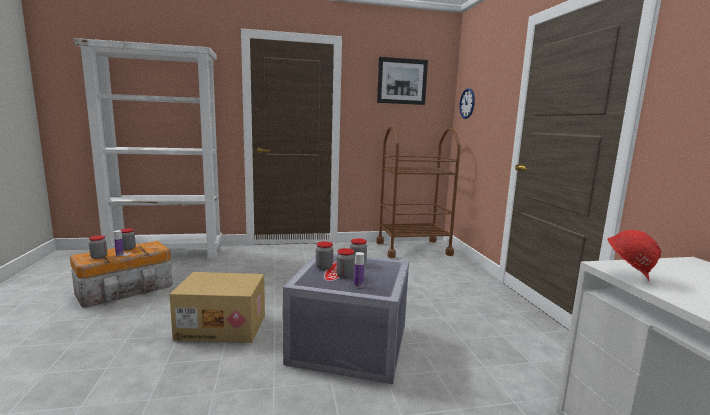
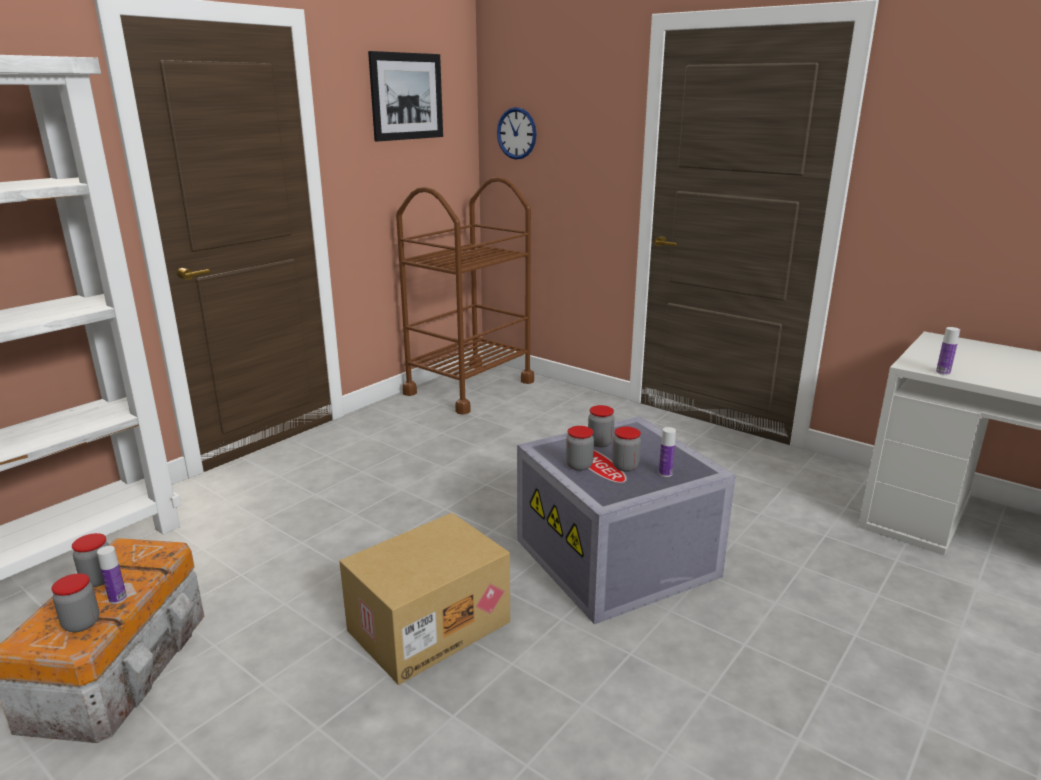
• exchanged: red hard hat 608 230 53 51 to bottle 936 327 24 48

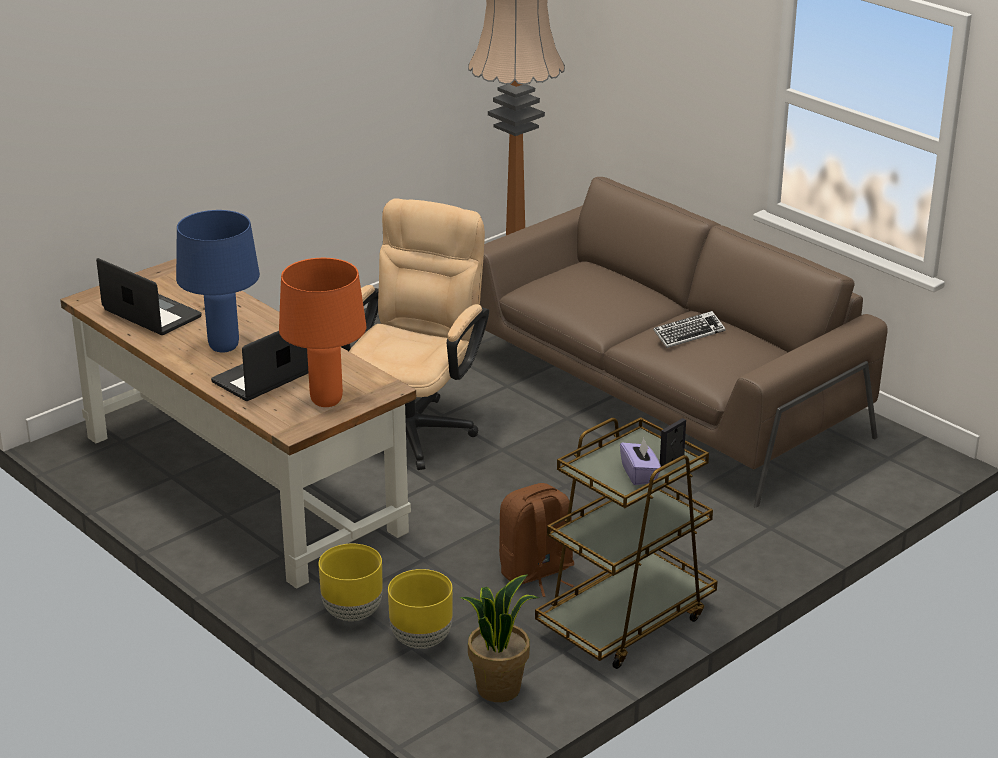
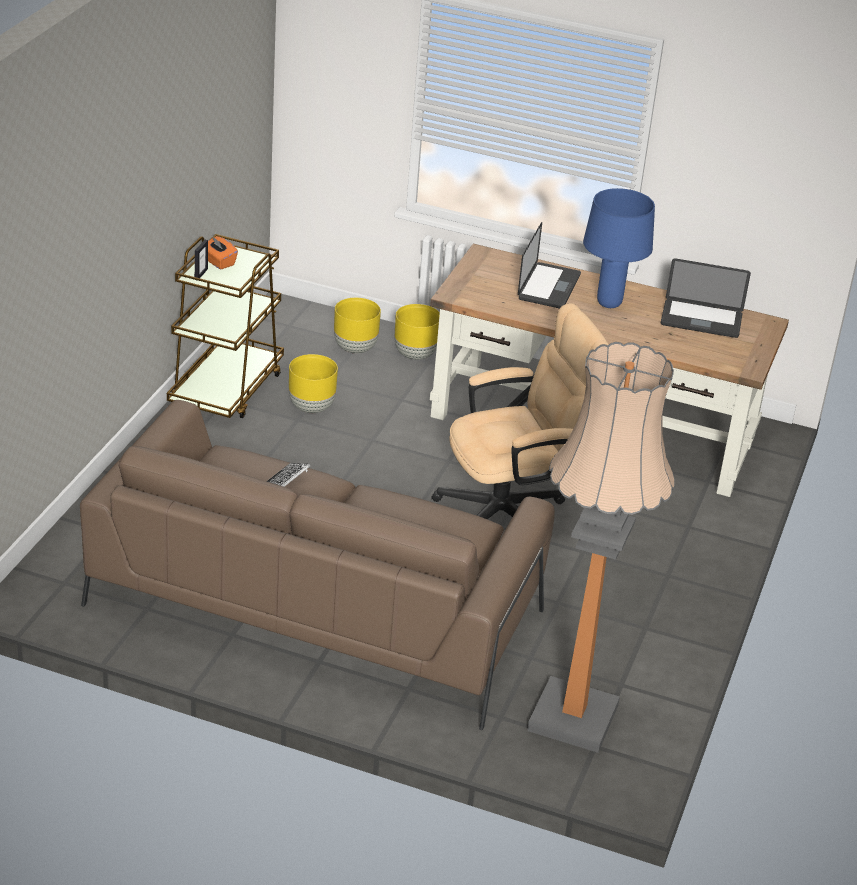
• missing: orange table lamp 279 258 88 149
• missing: potted plant 460 575 79 127
• exchanged: brown backpack 499 483 75 114 to yellow planter 289 354 49 59
• colour: purple tissue box 620 438 41 47 to orange tissue box 208 236 30 34
• spun: beige office chair 341 198 148 272 = 431 303 178 216 105 degrees counterclockwise

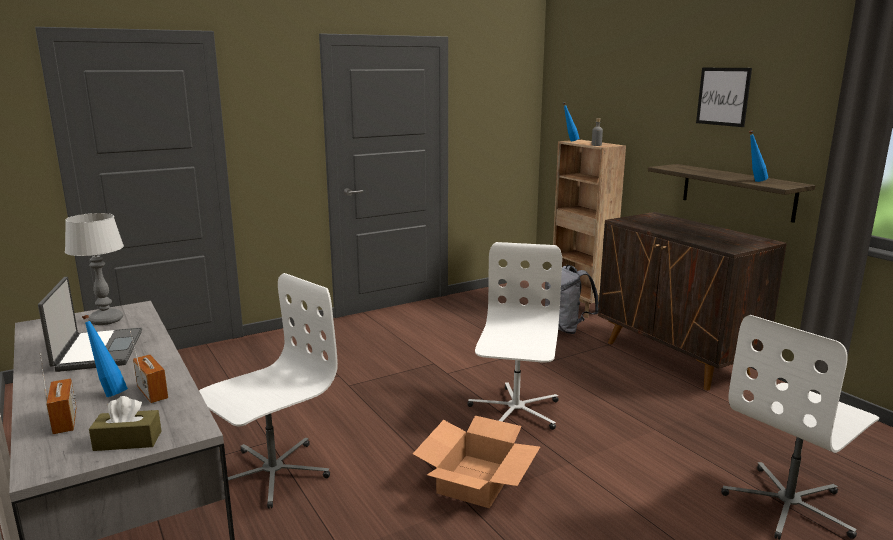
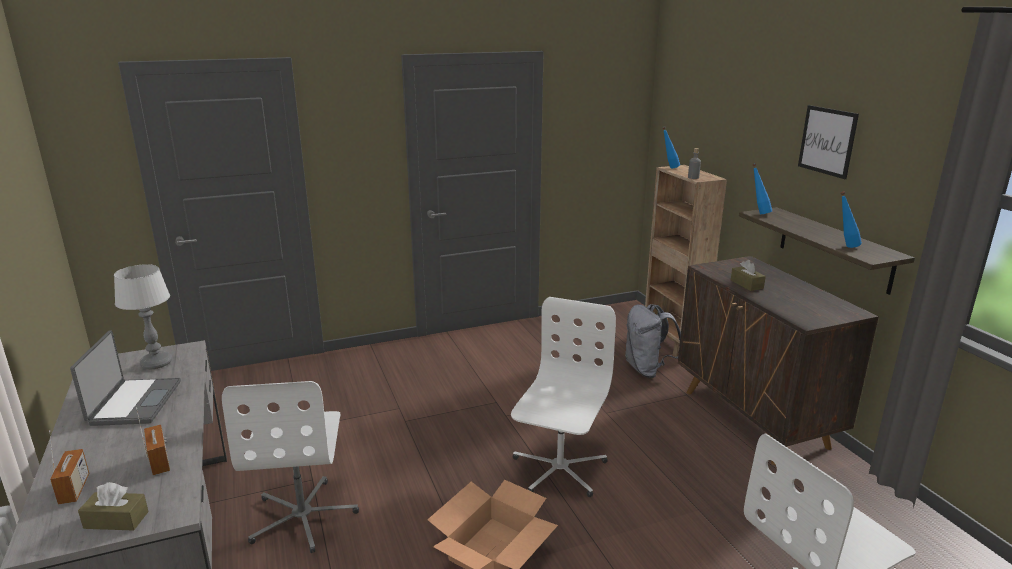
• appeared: brown tissue box 731 260 35 31
• relocated: blue bottle 82 315 46 82 to 753 164 19 50
• spun: white office chair 199 273 139 236 = 222 381 137 172 120 degrees clockwise

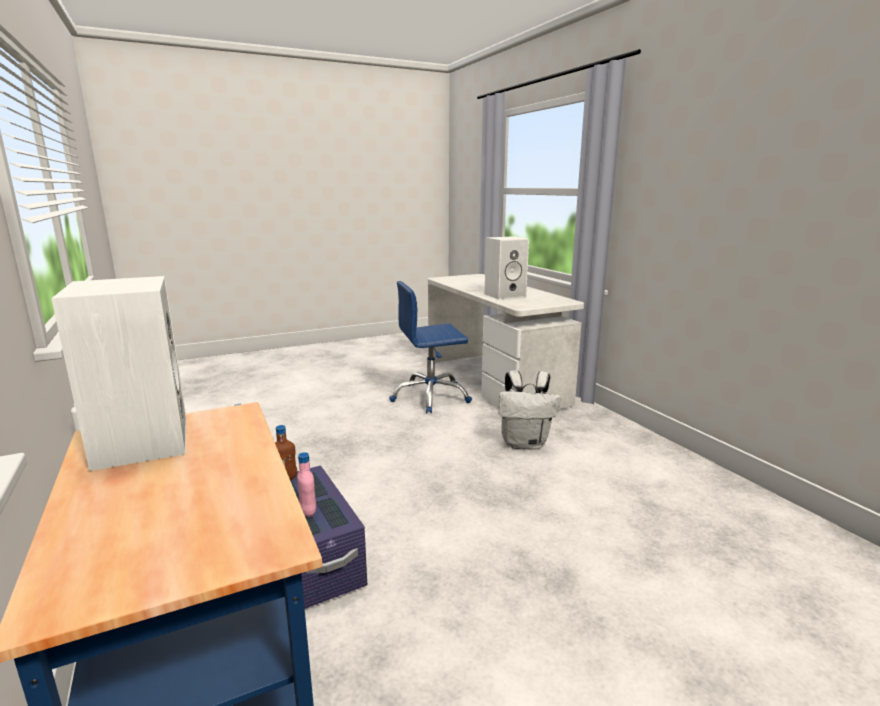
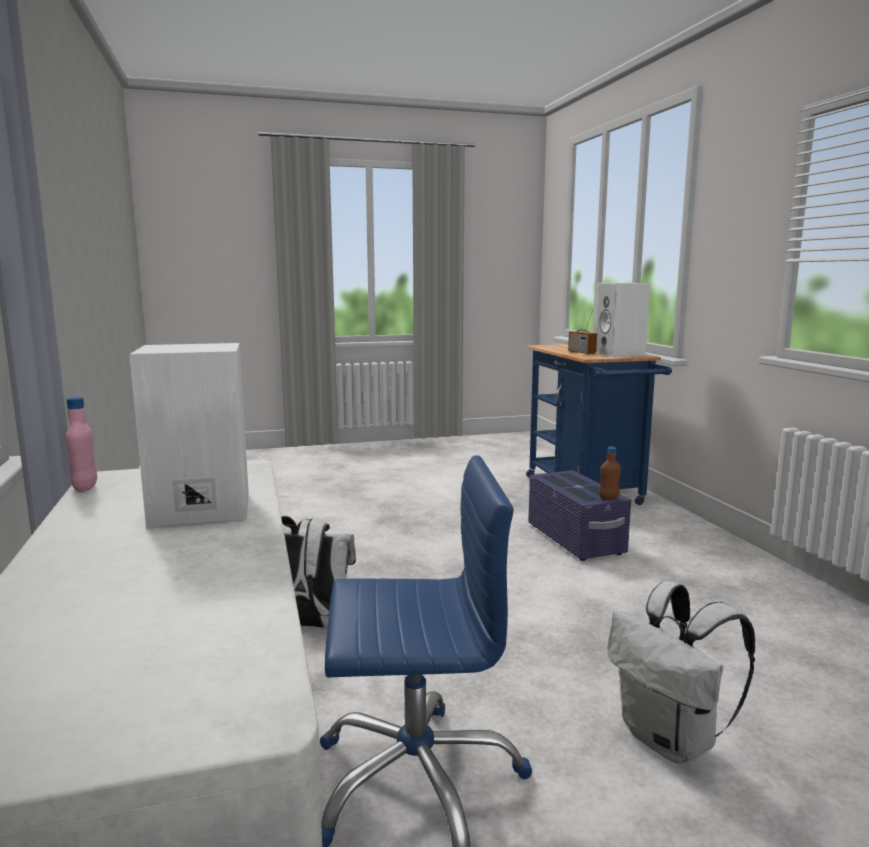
• appeared: radio 568 310 29 44
• appeared: white backpack 608 581 147 183
• relocated: pink bottle 297 452 19 65 to 66 397 31 95

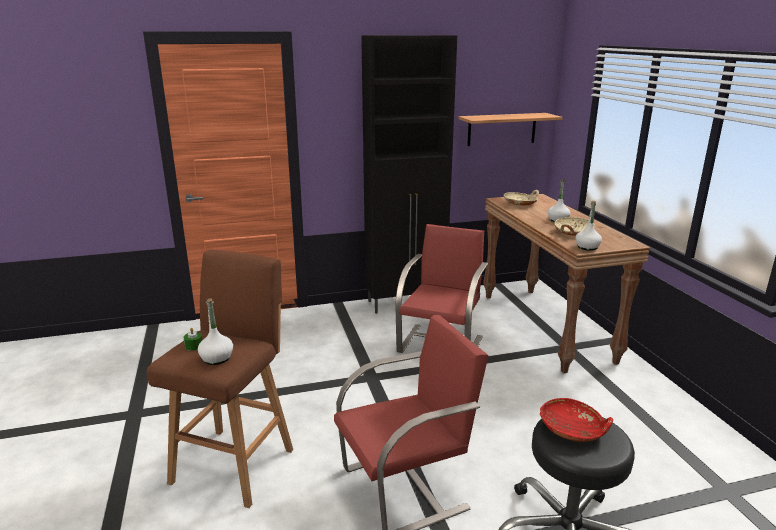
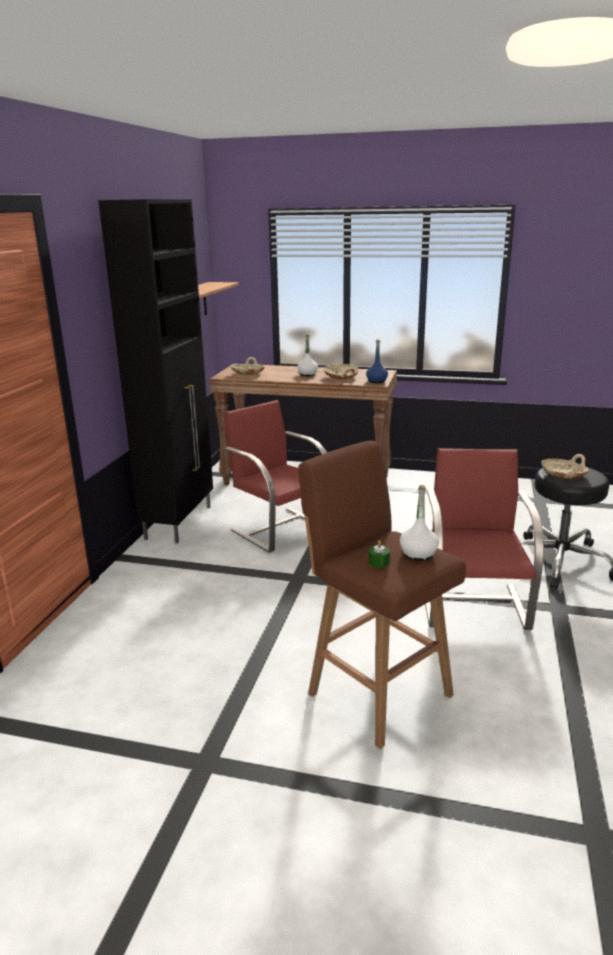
• colour: red bowl 540 398 73 44 to beige bowl 541 454 48 25
• colour: white bottle 575 201 27 50 to blue bottle 366 339 22 44

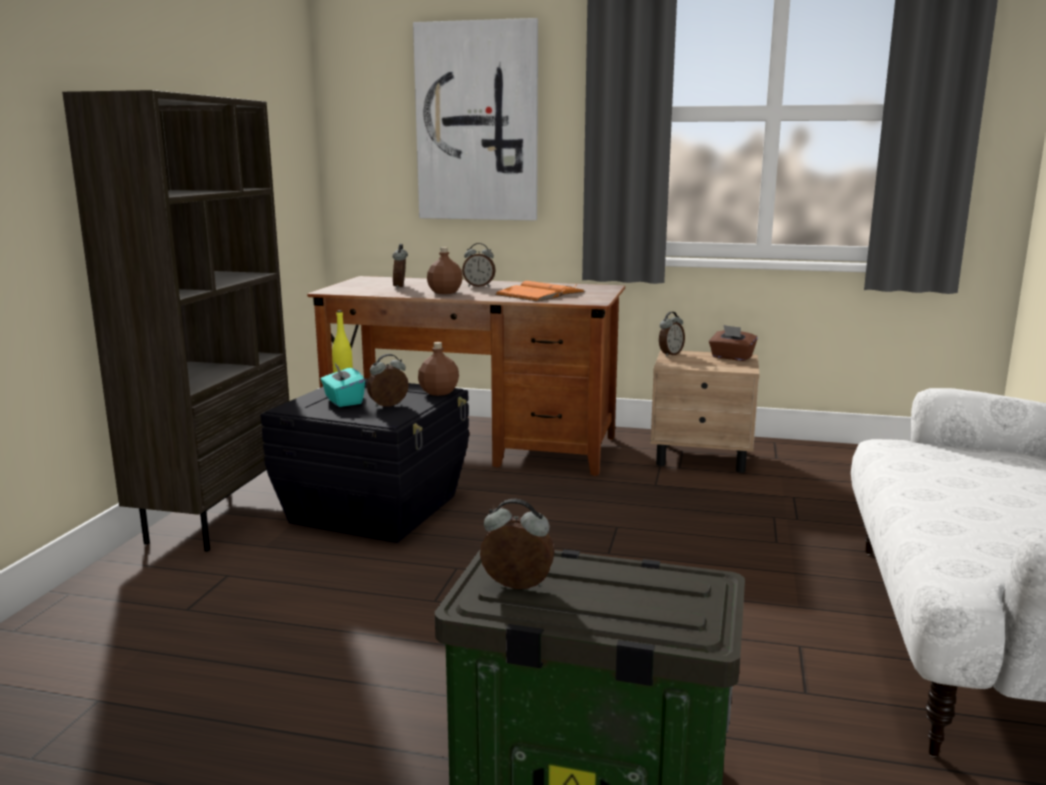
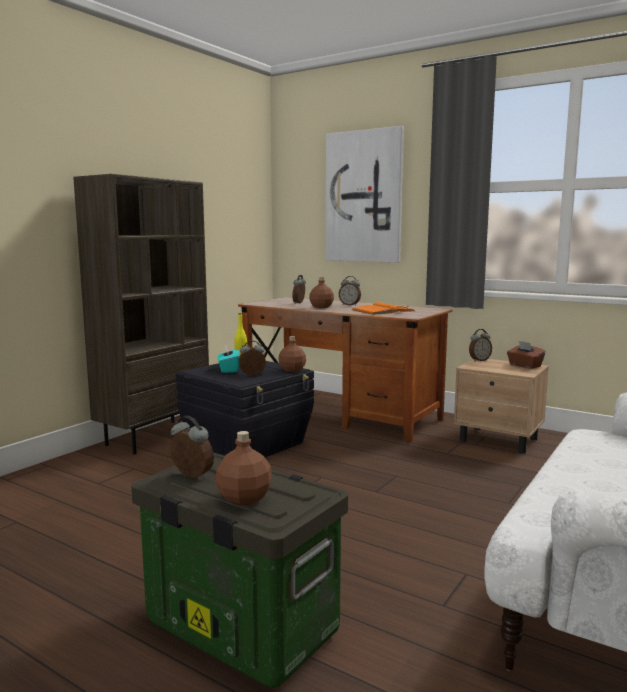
• appeared: brown bottle 215 431 57 75

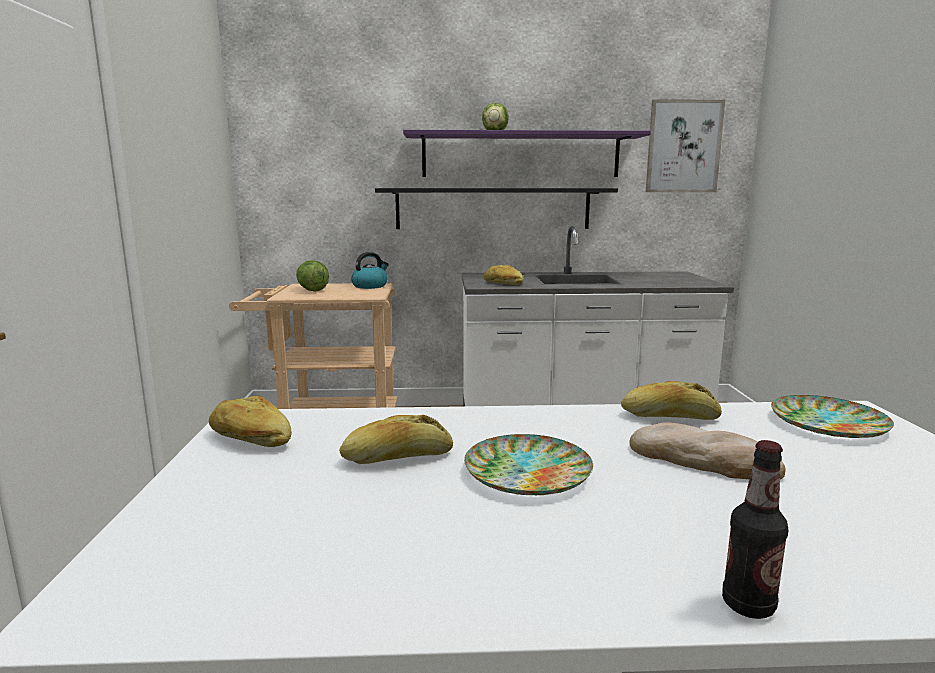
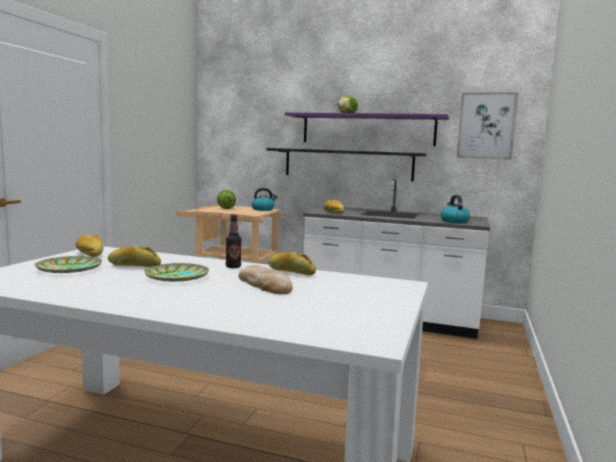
• appeared: kettle 441 195 29 28
• relocated: bottle 722 440 66 179 to 226 214 15 54
• relocated: plate 771 395 123 43 to 35 256 67 17

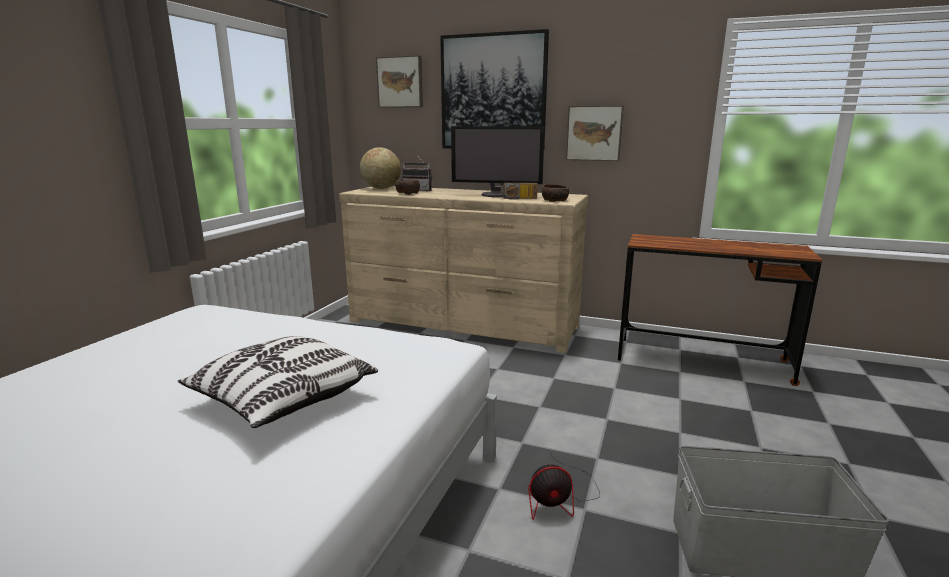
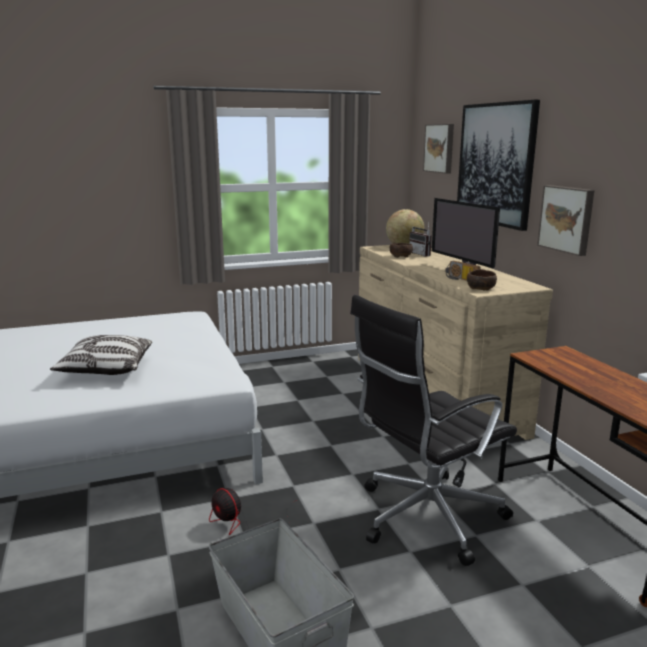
• appeared: black office chair 350 295 167 271

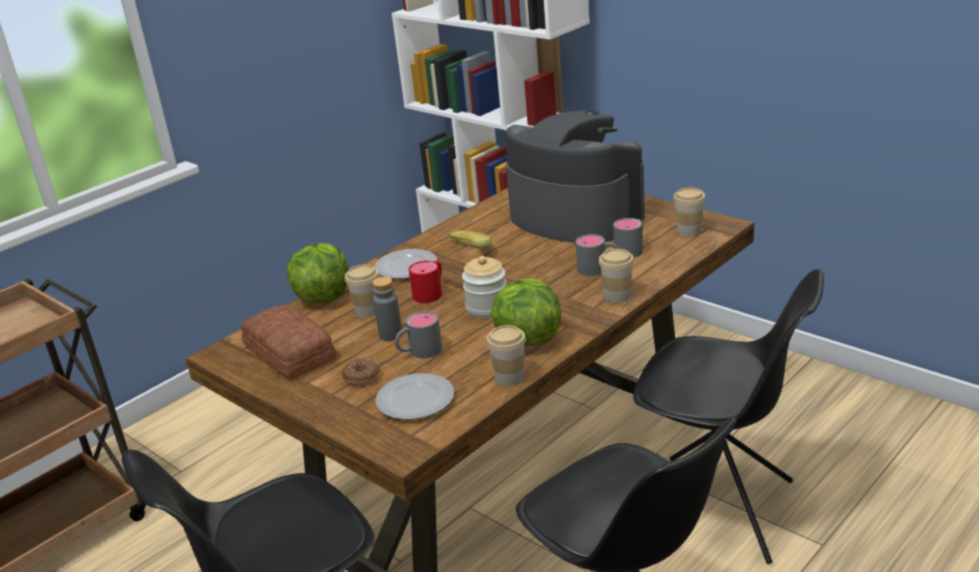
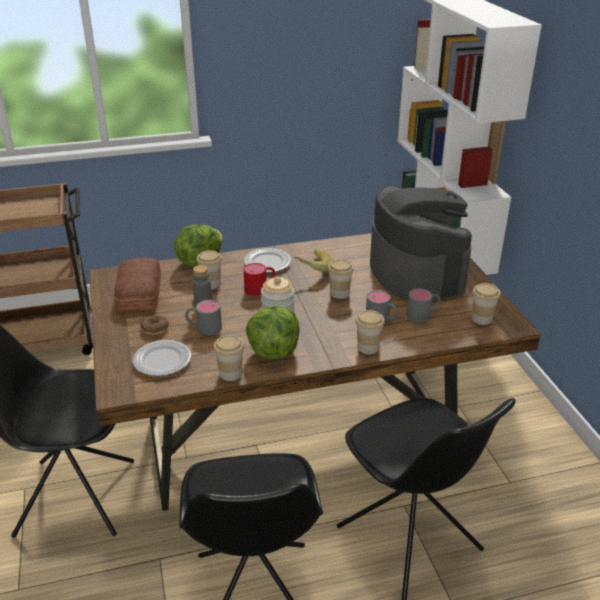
• appeared: cup 328 259 26 40

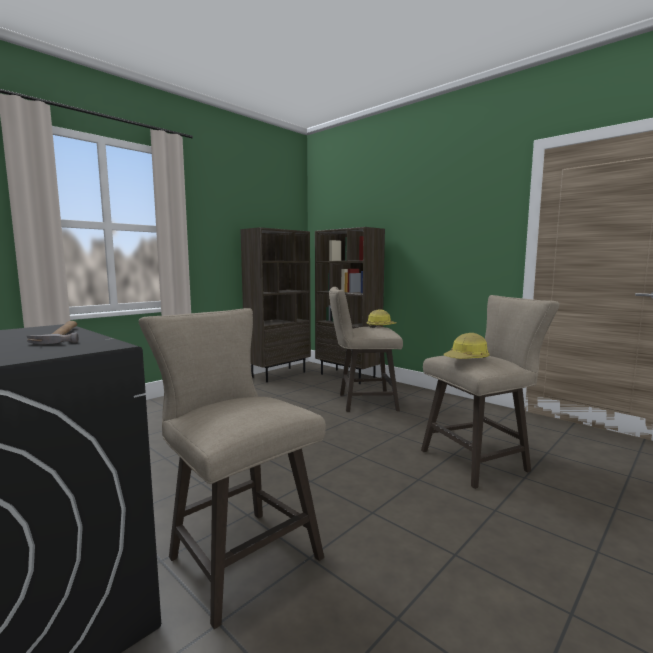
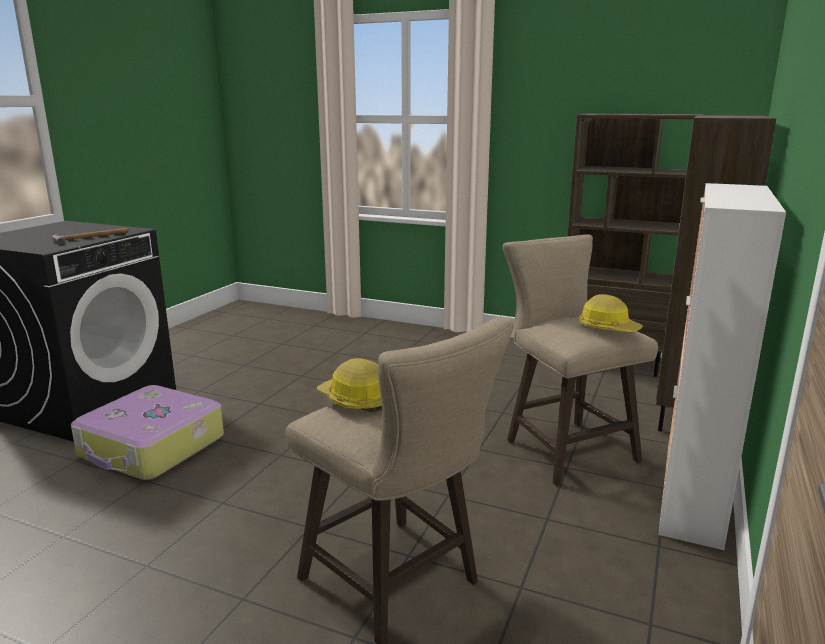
• appeared: cabinet 658 183 128 367
• exchanged: beige stool 139 308 187 321 to suitcase 71 385 153 95

